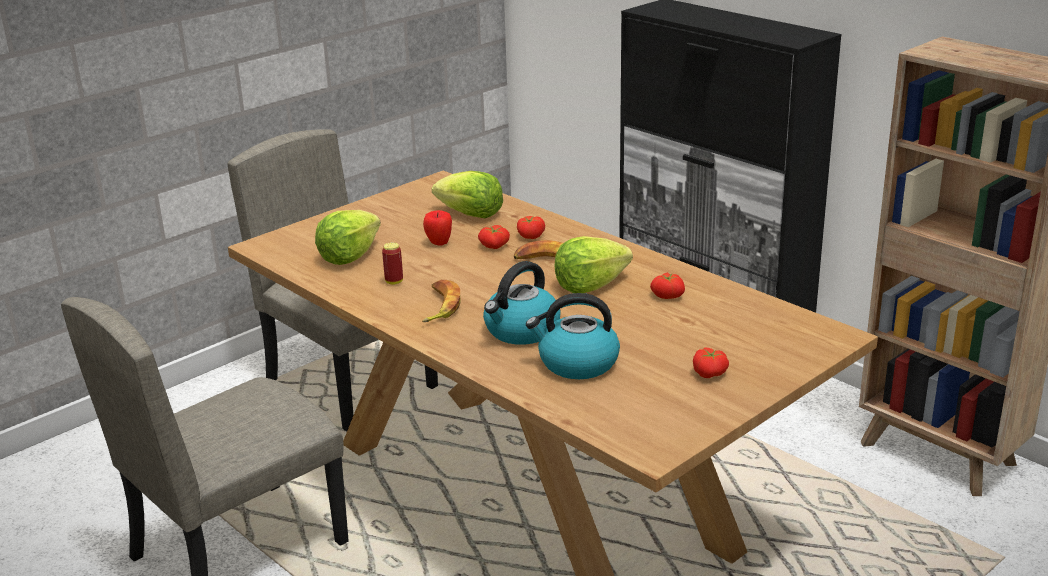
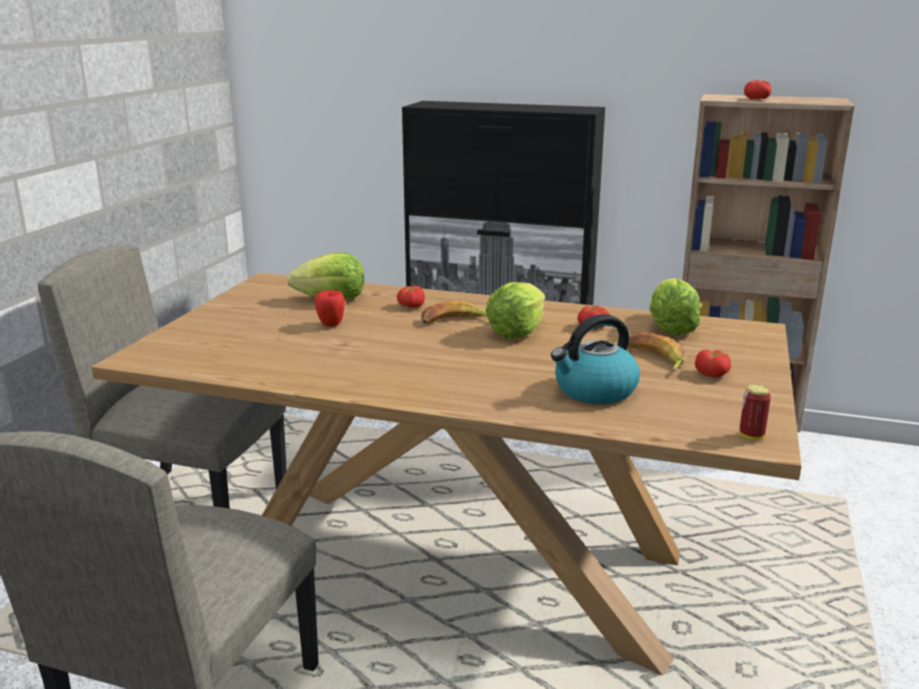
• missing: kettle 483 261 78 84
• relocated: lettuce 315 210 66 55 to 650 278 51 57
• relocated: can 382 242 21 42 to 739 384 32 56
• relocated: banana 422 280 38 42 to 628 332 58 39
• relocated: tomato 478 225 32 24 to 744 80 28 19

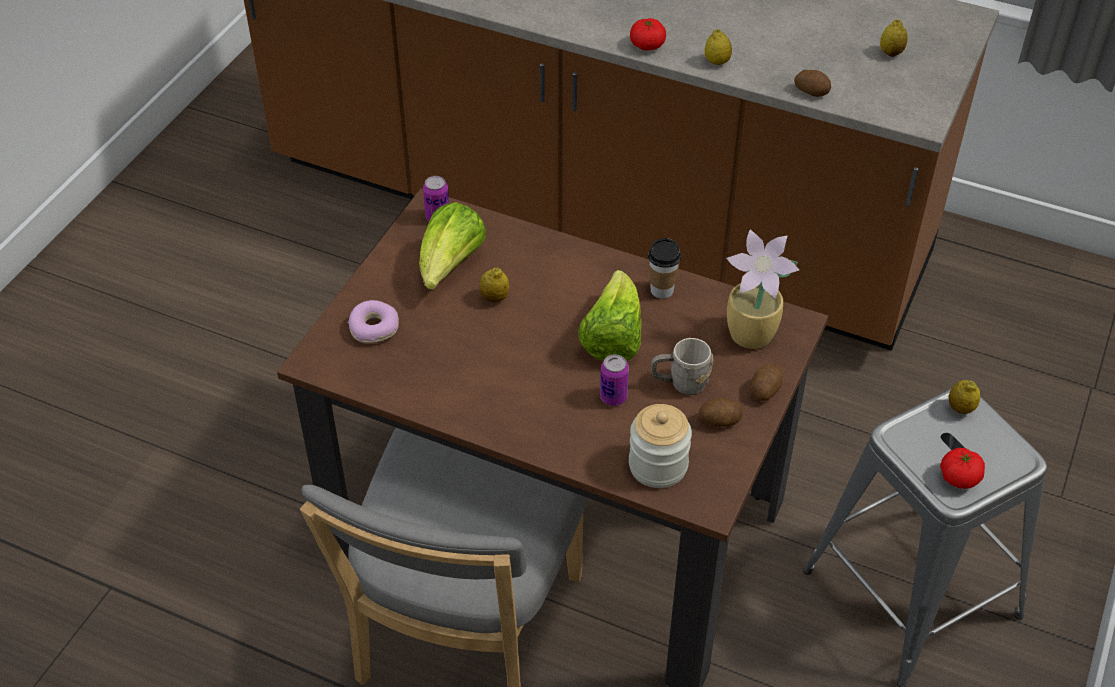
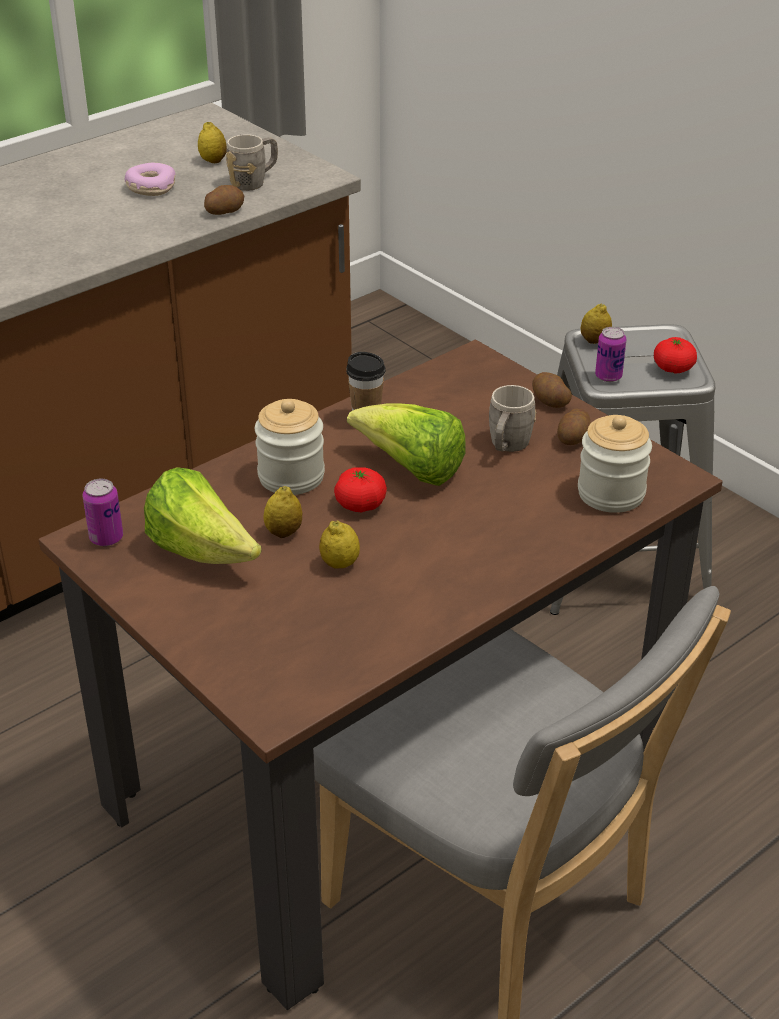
• missing: potted plant 726 229 73 120
• appeared: grey mug 226 134 52 57
• appeared: jar 255 399 70 96
• relocated: donut 348 300 51 43 to 125 163 51 33
• relocated: can 600 354 29 52 to 595 327 31 55
• relocated: tomato 630 18 36 33 to 334 467 53 45
• relocated: lemon 705 29 27 36 to 319 521 41 48

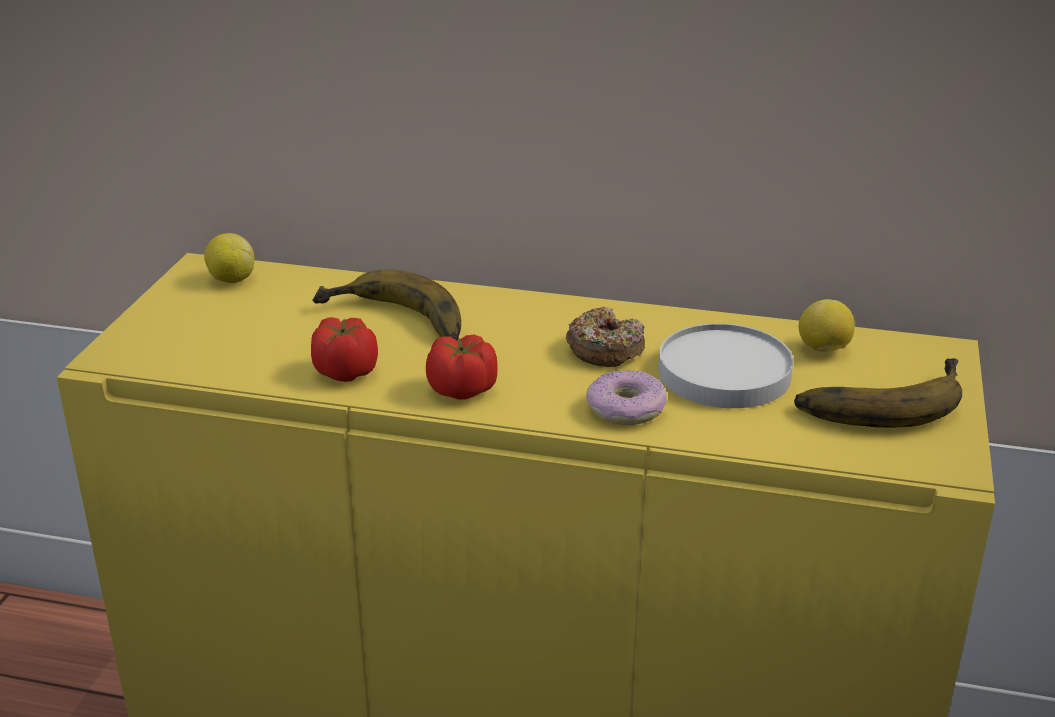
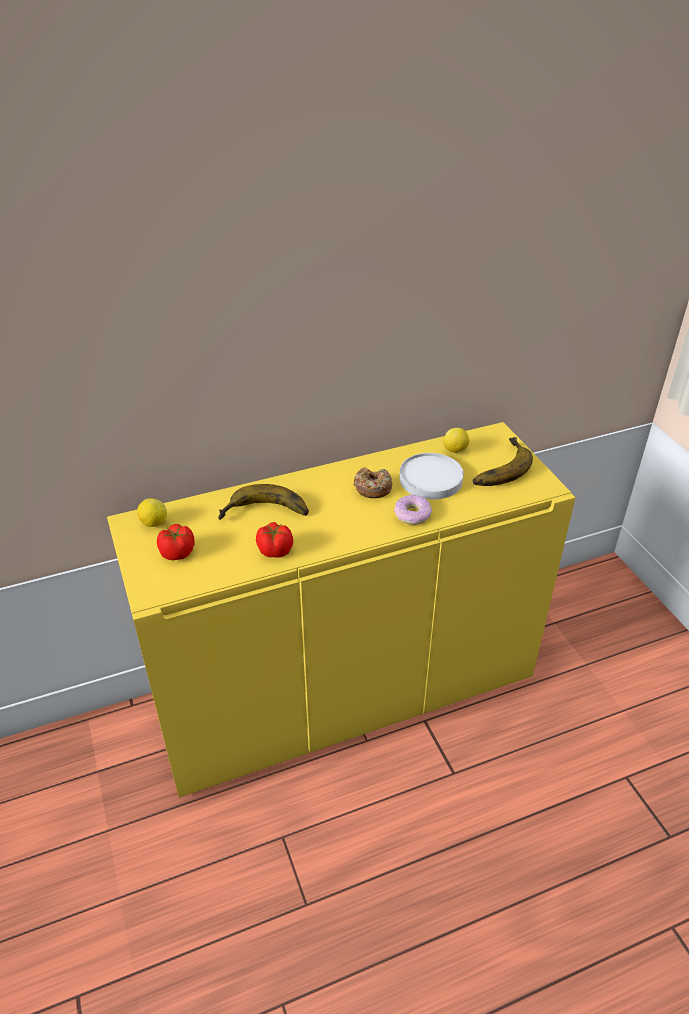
• relocated: tomato 426 335 72 65 to 157 524 38 36

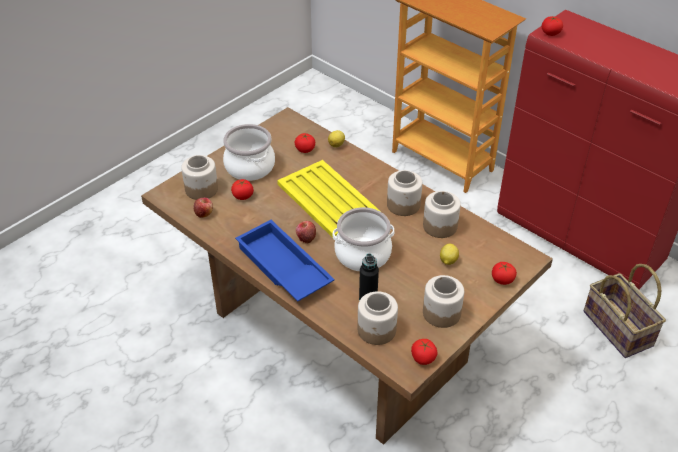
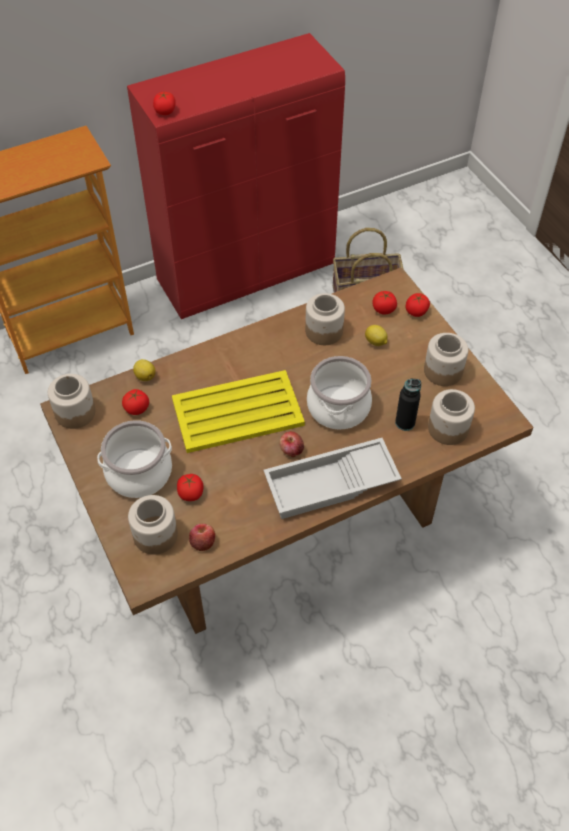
• relocated: jar 387 170 35 46 to 48 374 47 55
• relocated: tomato 411 339 27 26 to 373 291 24 24
• colour: blue tray 235 220 100 82 to white tray 263 438 139 81

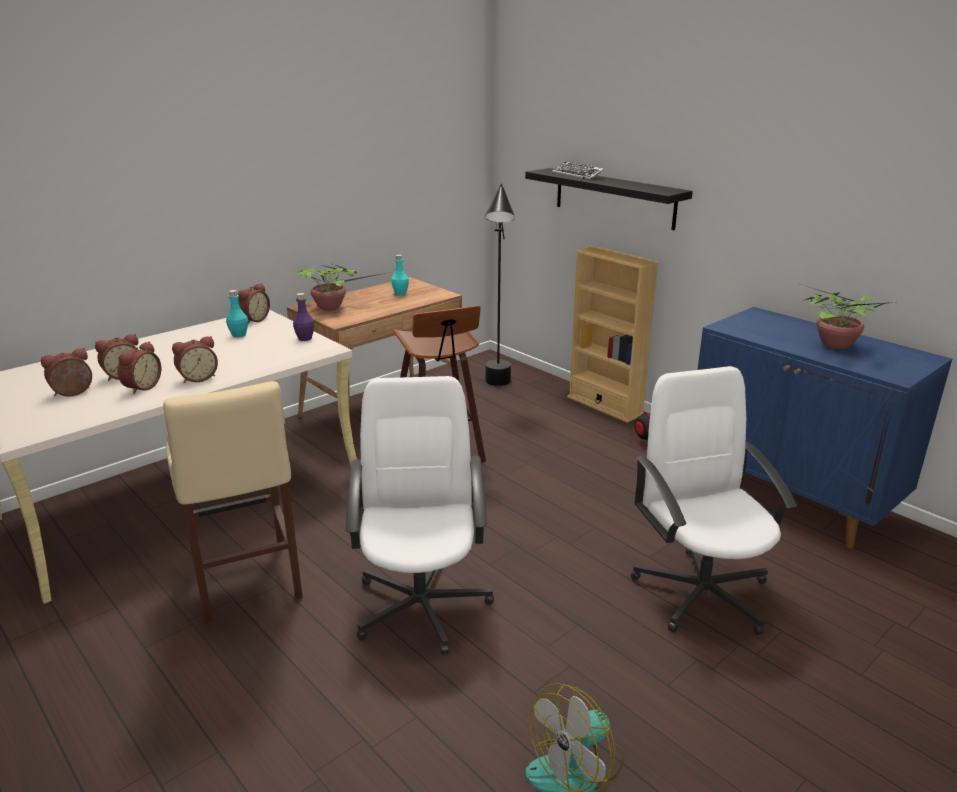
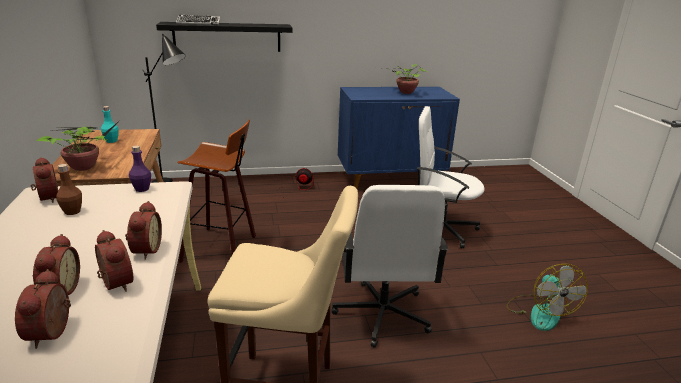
• missing: beige bookcase 567 246 93 177
• colour: turquoise bottle 226 290 22 48 to brown bottle 56 164 26 51
• spun: white office chair 346 376 148 279 = 331 185 118 163 120 degrees counterclockwise

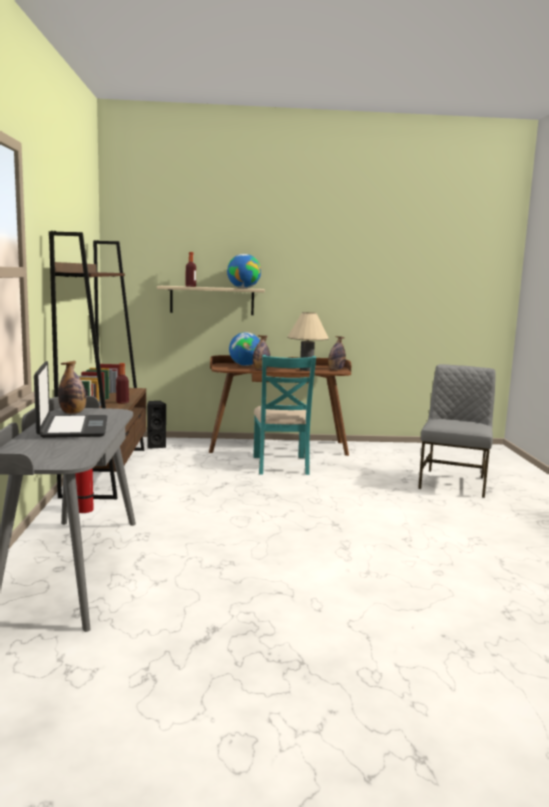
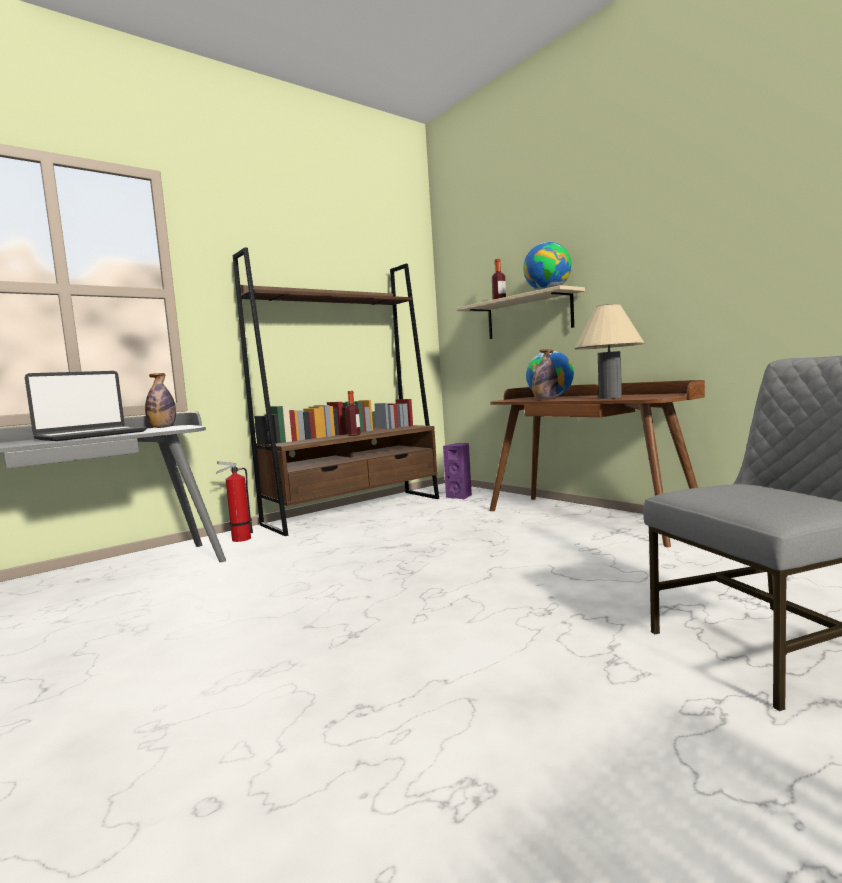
• missing: turquoise chair 253 355 63 120
• missing: bottle 328 336 18 34
• colour: black speaker 147 401 19 48 to purple speaker 443 443 29 56

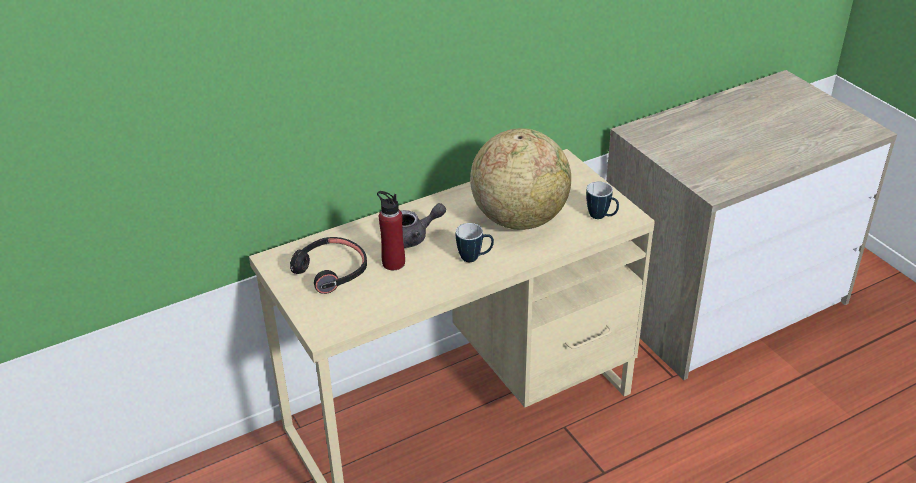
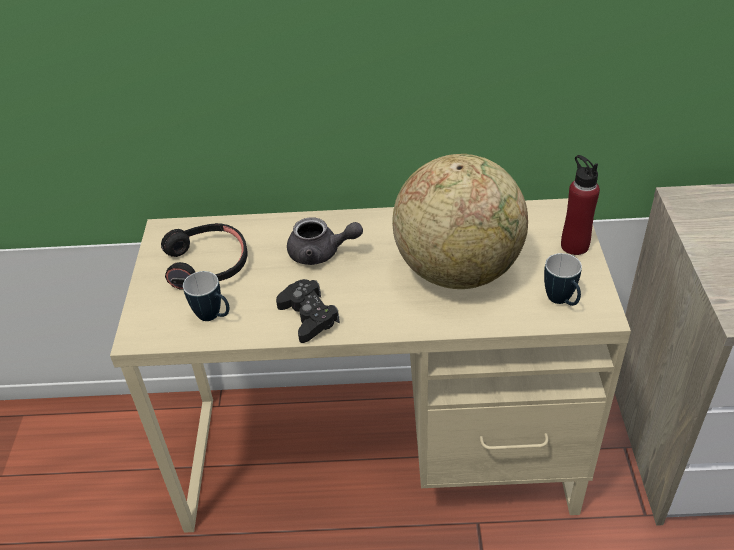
• appeared: black game controller 276 279 64 64
• relocated: red bottle 377 191 28 79 to 561 155 39 100
• relocated: mug 456 223 38 39 to 183 271 47 50

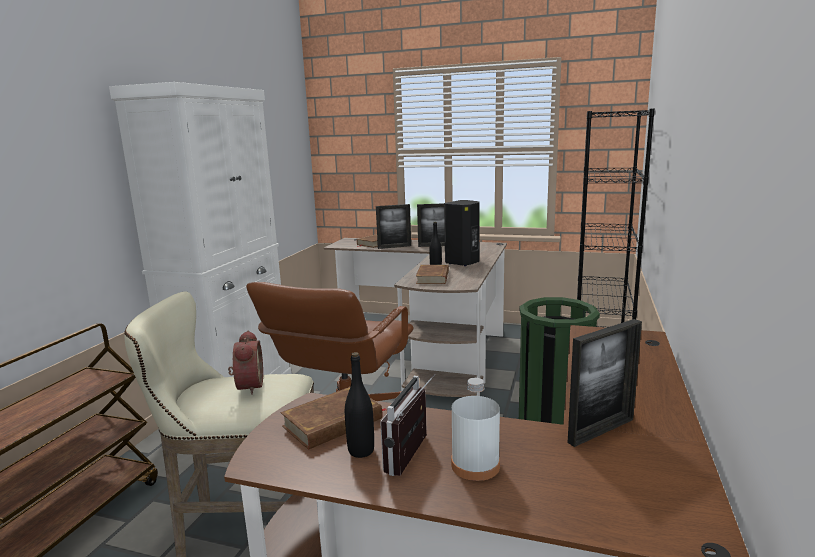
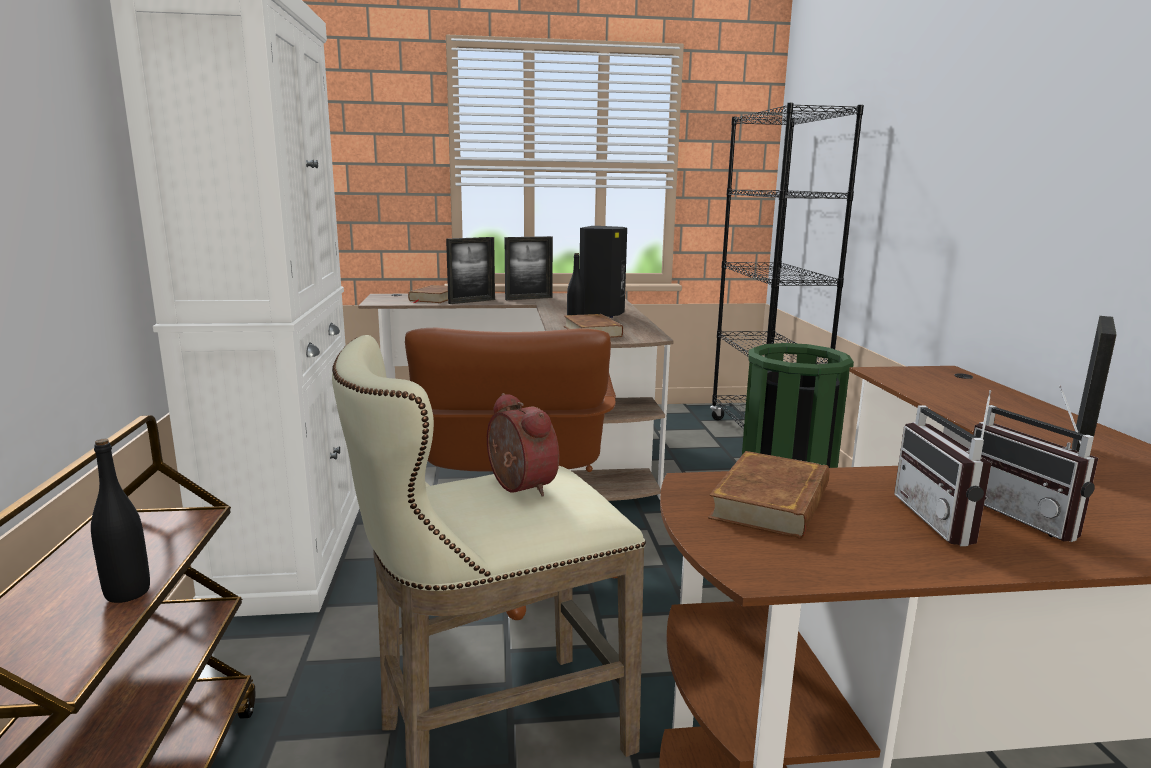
• relocated: black bottle 345 352 29 106 to 91 439 59 164
• exchanged: white bottle 451 378 49 103 to radio 973 385 125 157

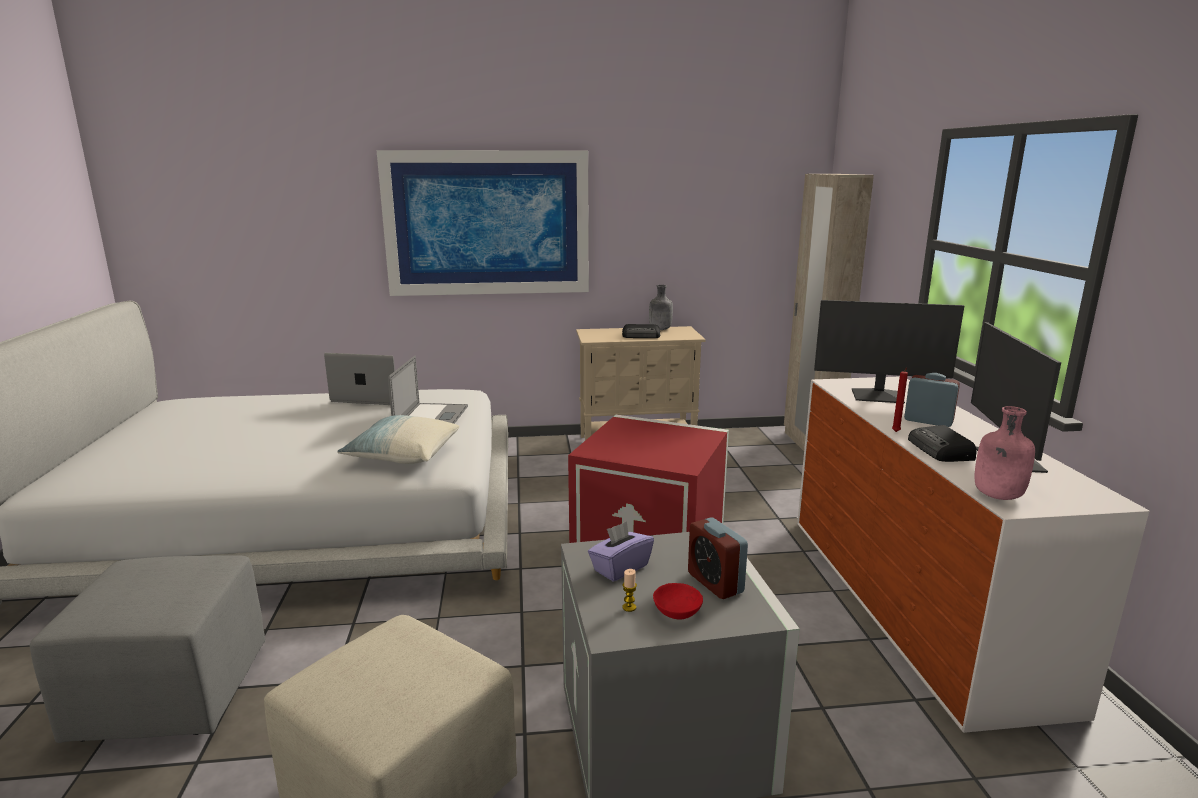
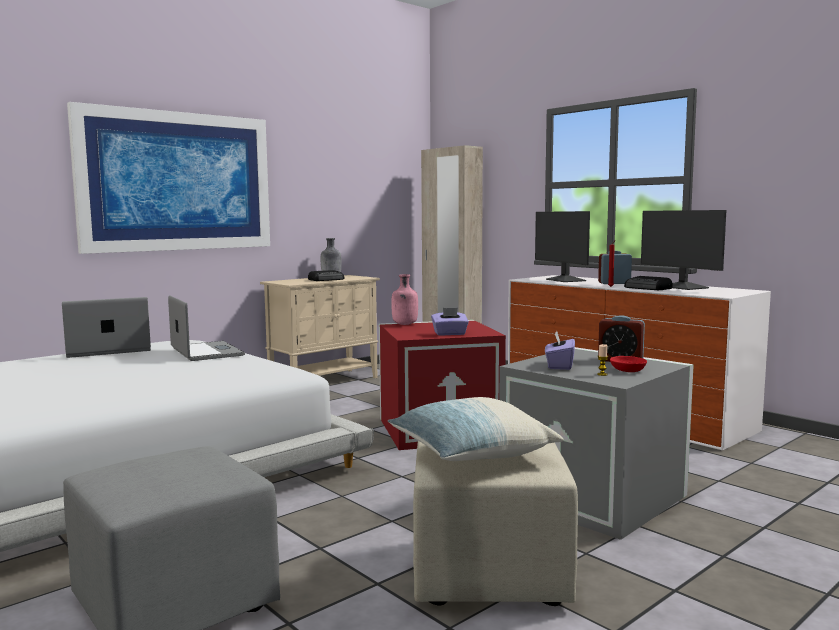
• appeared: purple tissue box 431 308 38 28
• relocated: pillow 337 415 122 49 to 388 397 176 64
• relocated: pink bottle 975 406 60 94 to 391 274 27 51
• spun: monitor 814 300 150 104 = 535 211 55 71 90 degrees clockwise

